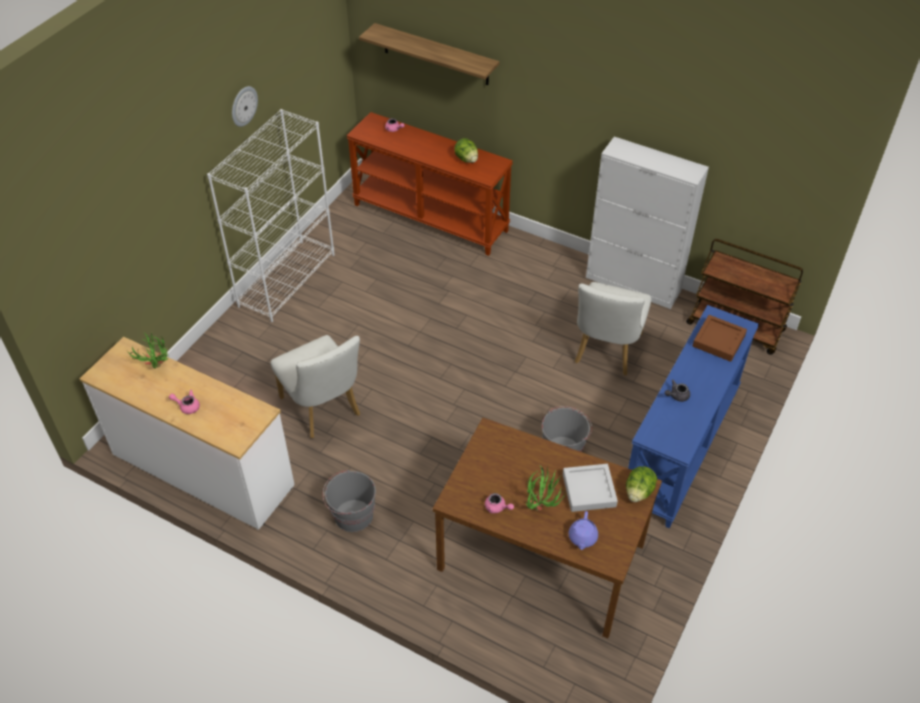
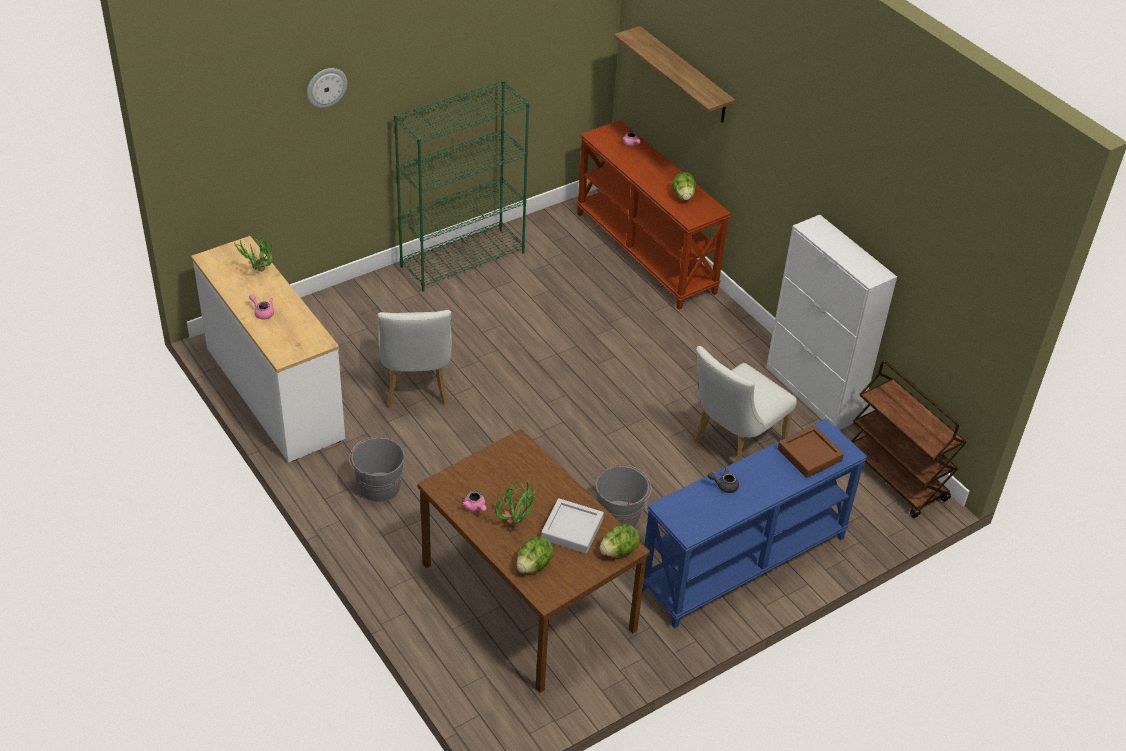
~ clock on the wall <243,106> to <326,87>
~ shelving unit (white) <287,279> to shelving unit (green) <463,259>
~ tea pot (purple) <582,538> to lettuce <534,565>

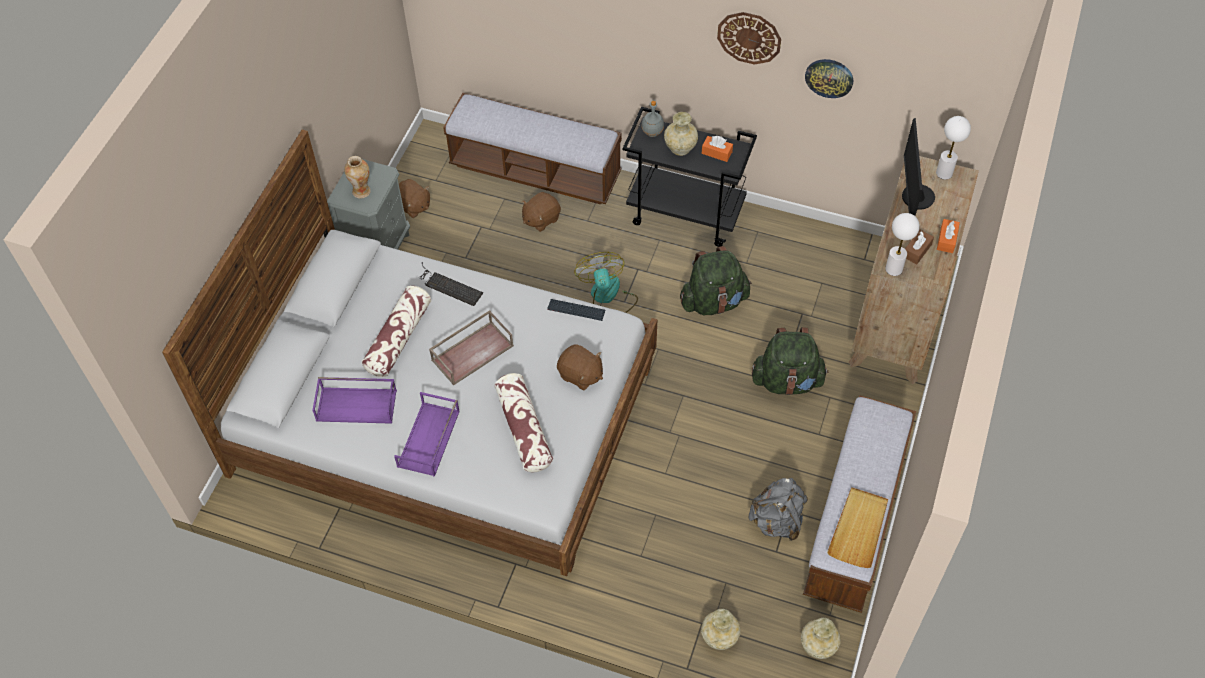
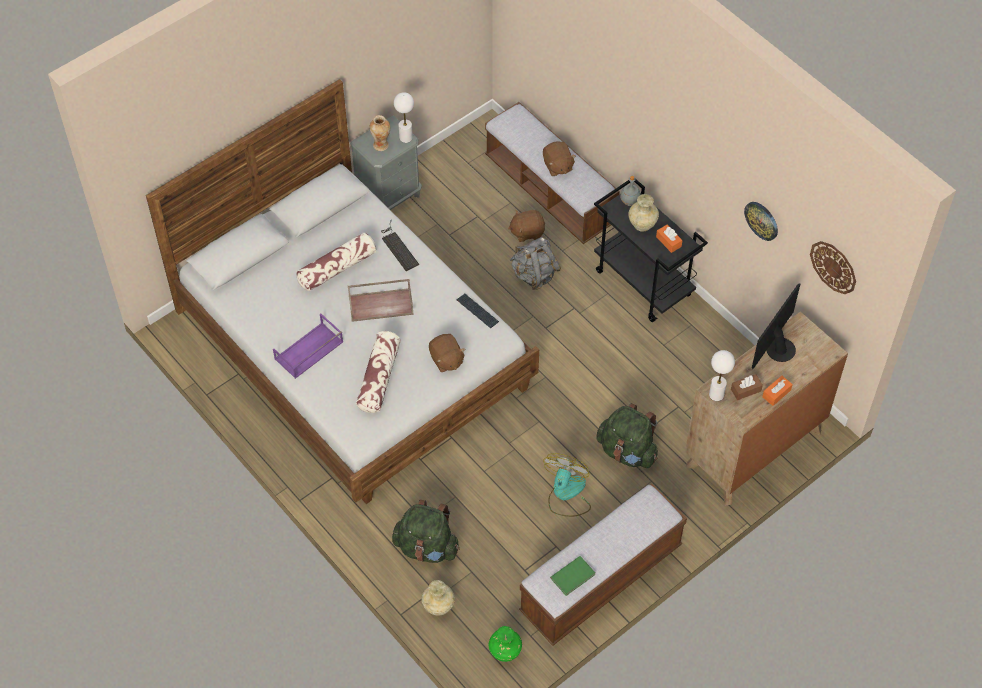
~ clock on the wall <749,37> to <833,267>
~ tabletop lamp (white) <944,173> to <406,138>
~ plush toy (brown) <413,206> to <557,166>
~ backpack (green) <714,301> to <426,547>
~ fan <607,296> to <566,494>
- tray (purple) <357,405>
~ backpack (gray) <777,521> to <534,275>
~ tray (beige) <858,528> to bound book (green) <573,577>
~ flower vase (beige) <817,647> to flower vase (green) <504,652>

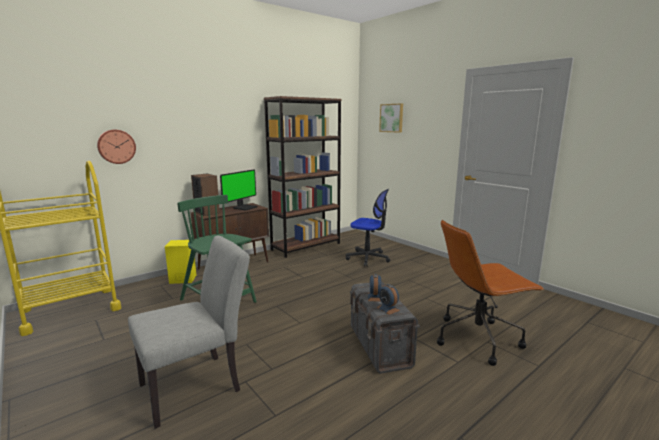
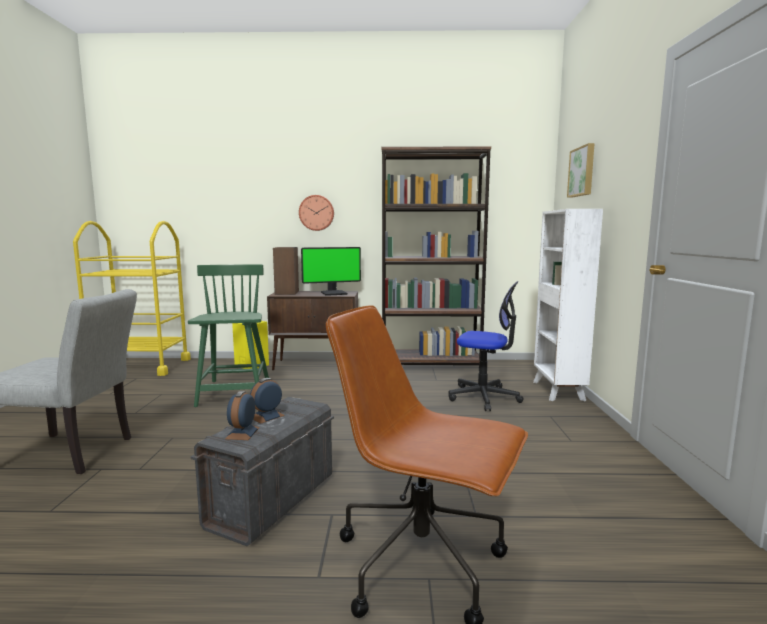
~ clock on the wall <116,146> to <316,213>
~ desk chair <368,258> = <484,397> 45 degrees counterclockwise
+ shelving unit (white) <558,391>

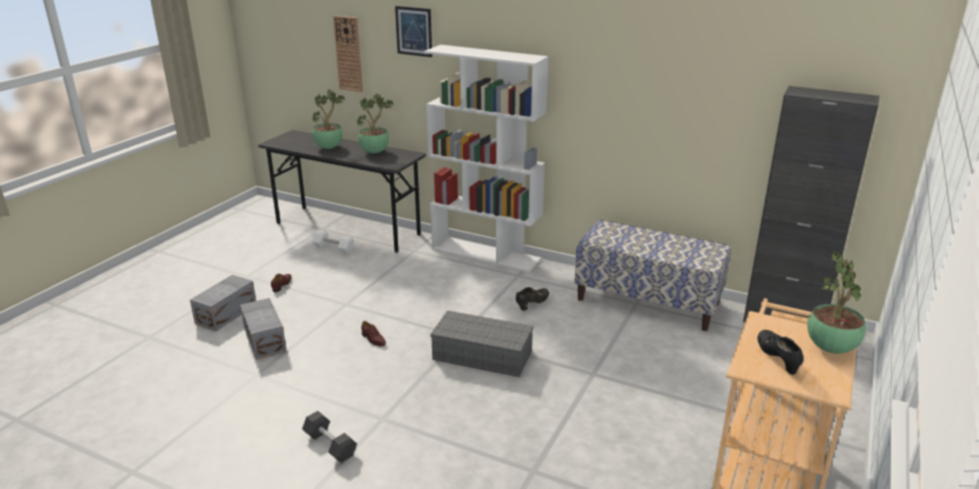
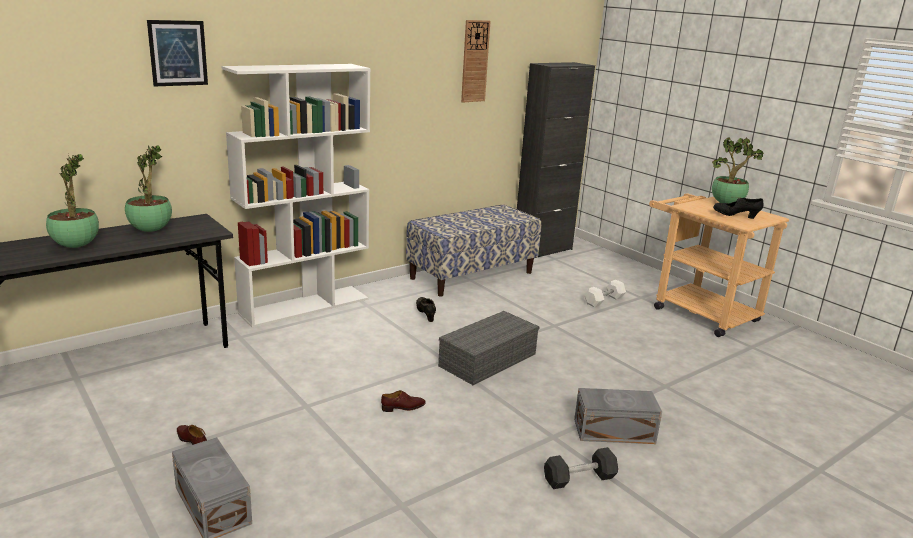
~ clock on the wall <348,54> to <474,61>
~ free weight (white) <333,248> to <604,301>
~ storage bin (gray) <265,339> to <612,430>

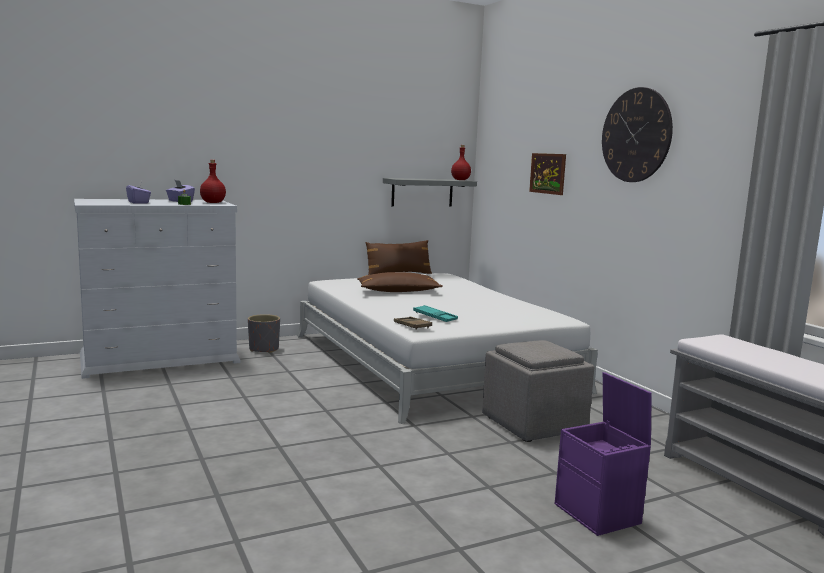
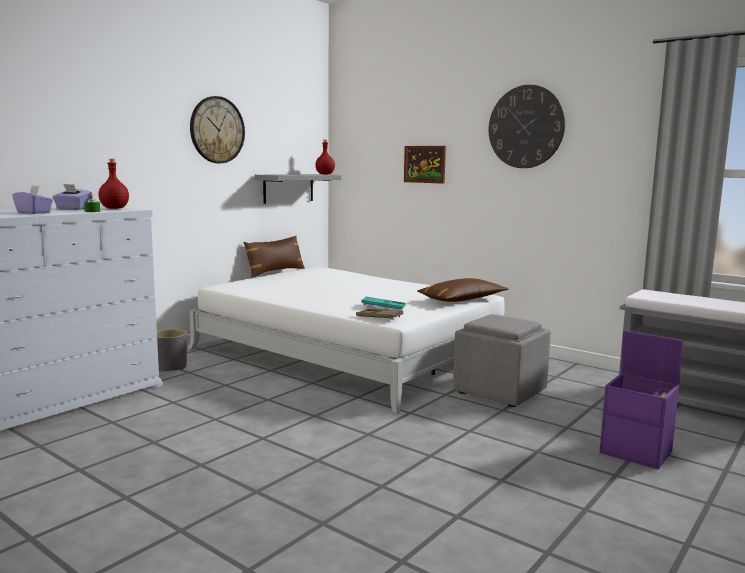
~ cushion (brown) <398,291> to <462,300>
+ clock on the wall <217,130>

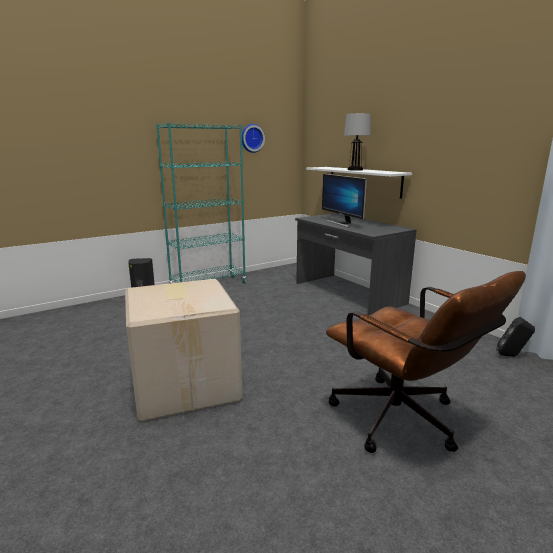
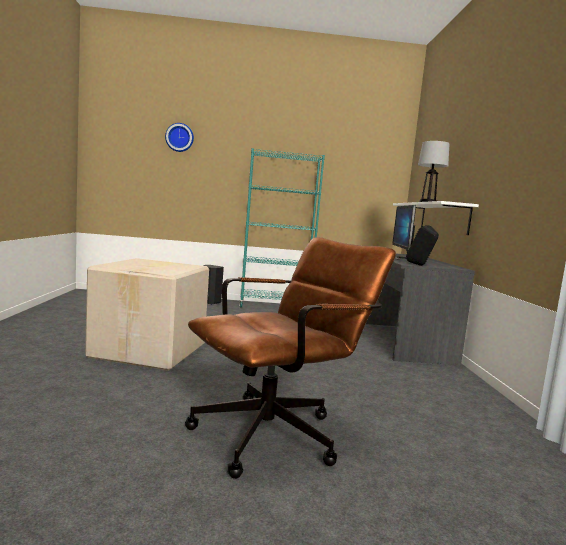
~ clock on the wall <251,138> to <180,137>
~ desk chair (brown) <404,423> = <278,432> 120 degrees counterclockwise
~ audio speaker (blackish) <512,356> to <420,265>

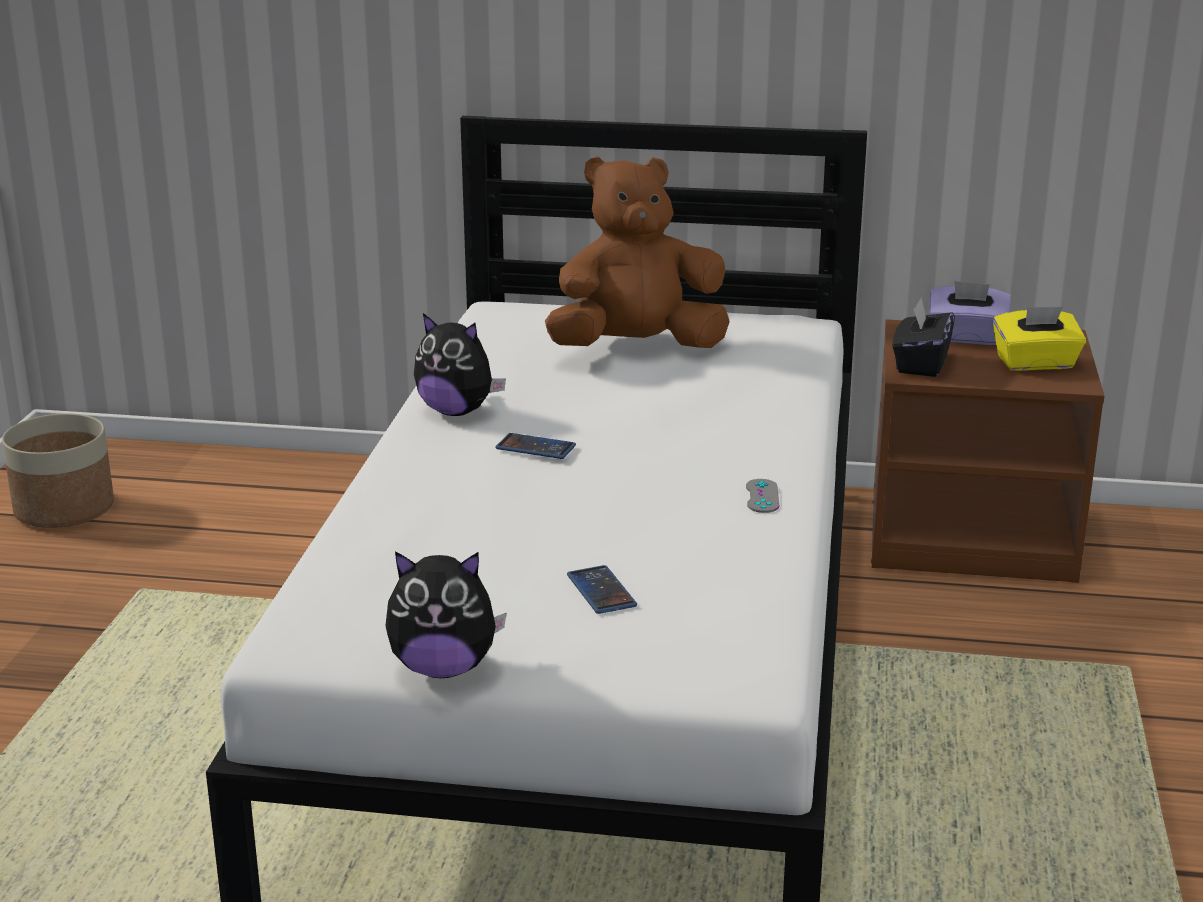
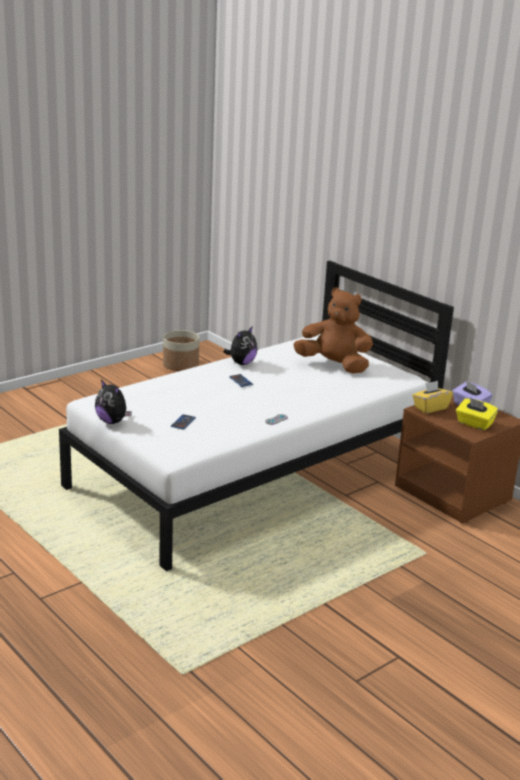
~ tissue holder (blackish) <920,364> to tissue holder (yellowish) <430,408>
~ plush toy <457,411> = <241,363> 120 degrees counterclockwise

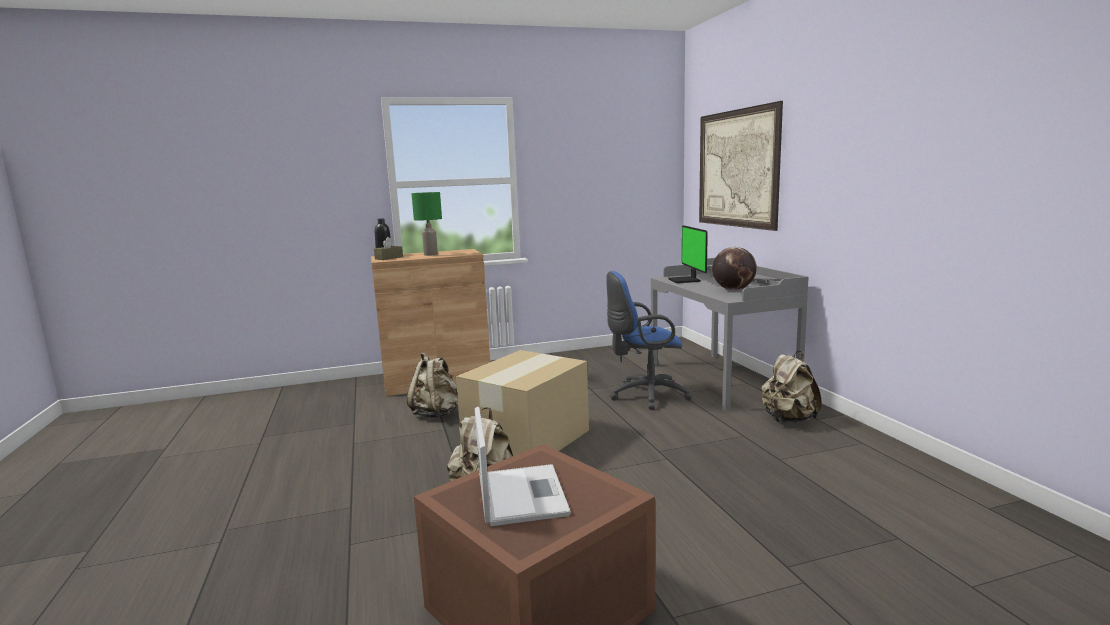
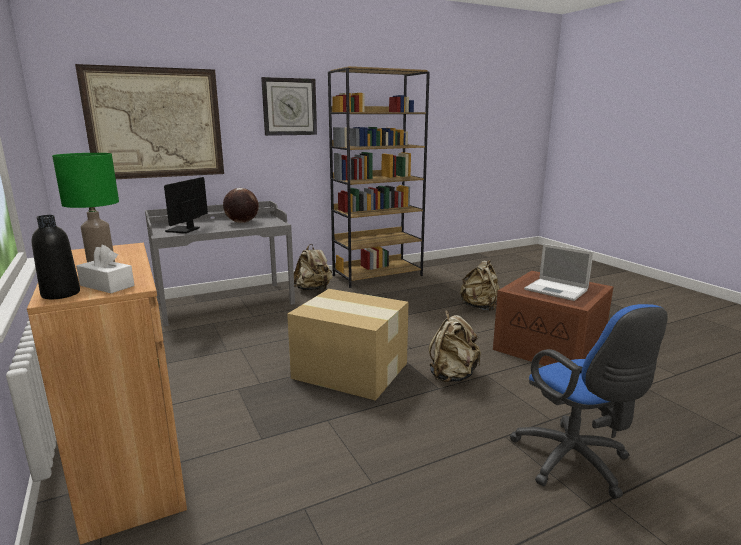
~ monitor <686,280> = <184,230> 120 degrees clockwise
~ tissue holder (brown) <389,258> to tissue holder (white) <107,285>
~ desk chair (bluish) <645,395> to <575,463>
~ backpack (beige) <437,414> to <479,307>
~ notebook computer <521,494> = <557,290> 120 degrees counterclockwise
+ shelving unit (brown) <378,275>
+ clock on the wall <289,107>

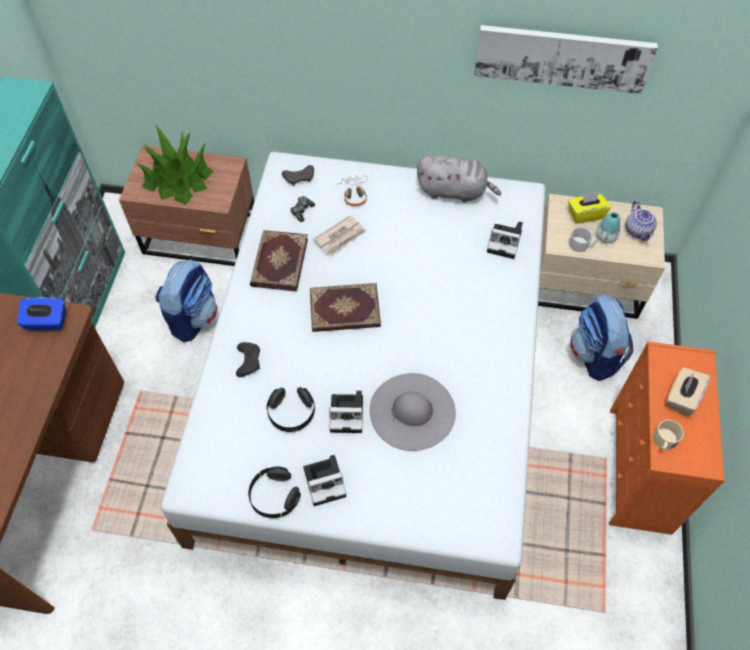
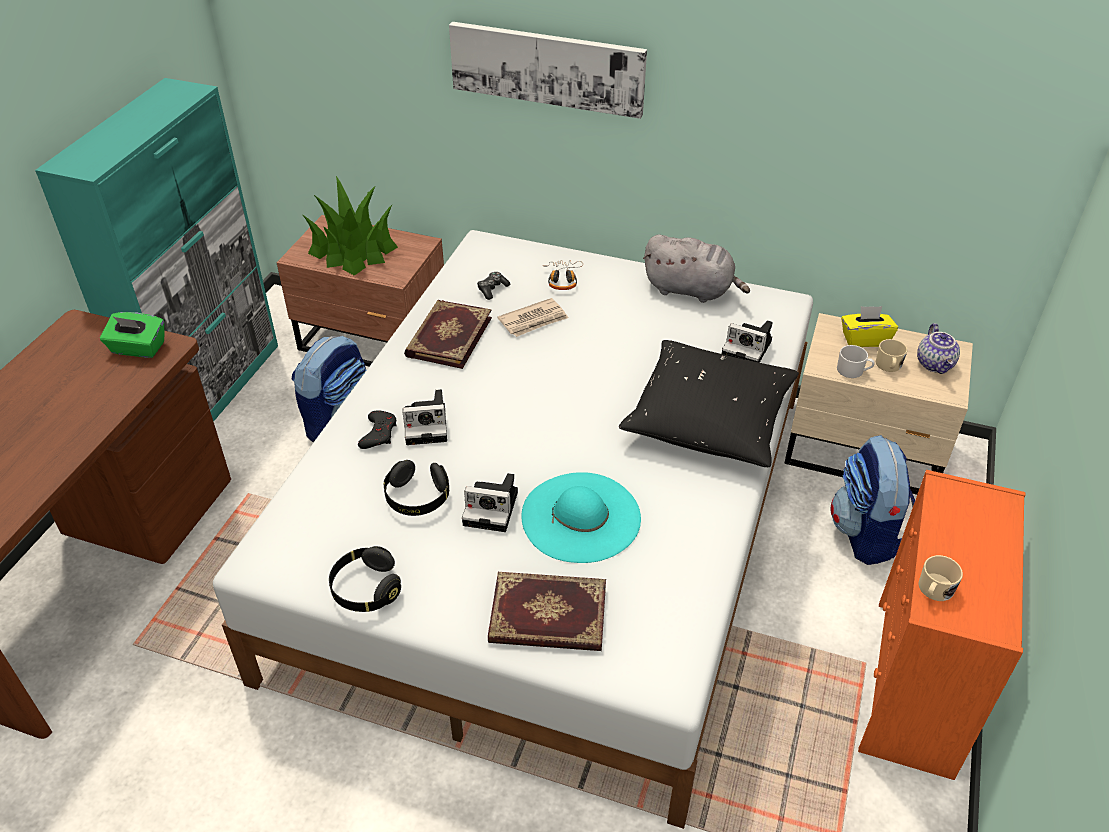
~ wall picture <562,57> to <547,67>
- gamepad (gray) <299,177>
~ flower vase <605,237> to coffee mug (beige) <888,366>
~ bound book <345,311> to <548,617>
~ tissue holder (bluish) <47,322> to tissue holder (green) <138,348>
- tissue holder (beige) <682,397>
~ clothing hat (gray) <412,411> to clothing hat (turquoise) <581,517>
~ photo camera <326,481> to <428,425>
+ cushion (blackish) <709,418>

